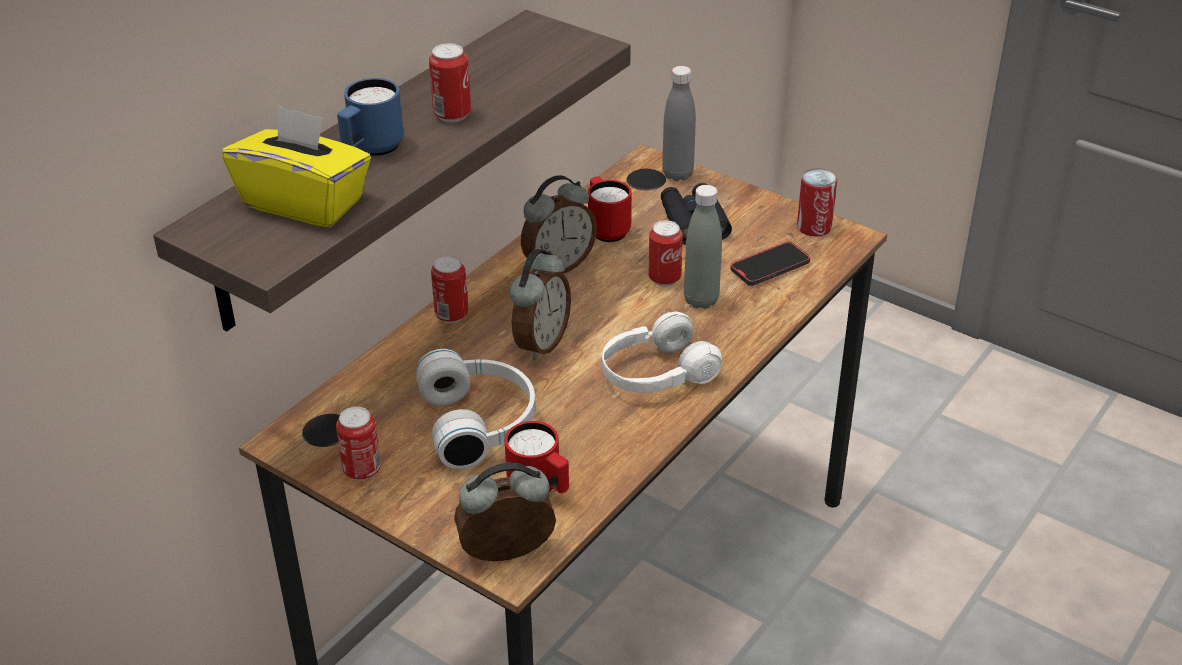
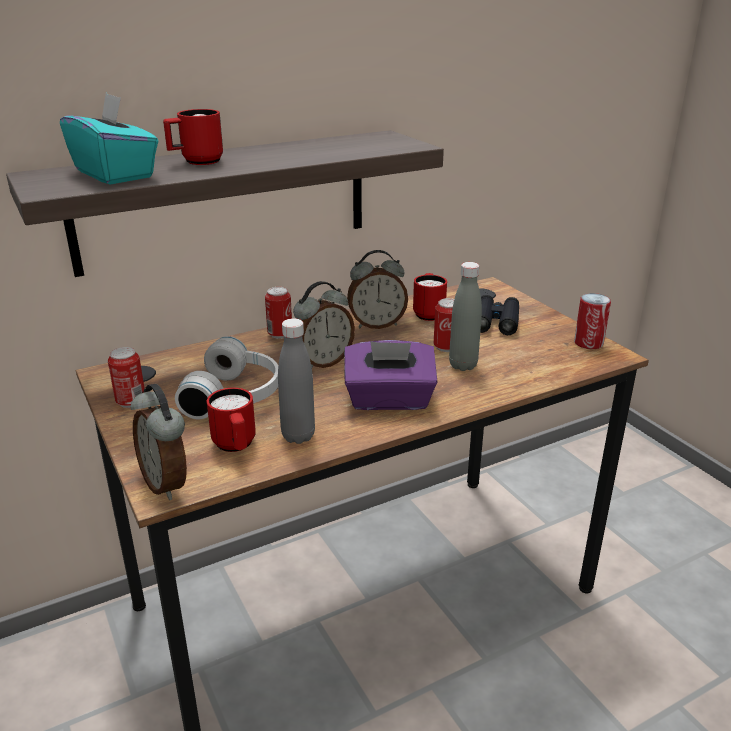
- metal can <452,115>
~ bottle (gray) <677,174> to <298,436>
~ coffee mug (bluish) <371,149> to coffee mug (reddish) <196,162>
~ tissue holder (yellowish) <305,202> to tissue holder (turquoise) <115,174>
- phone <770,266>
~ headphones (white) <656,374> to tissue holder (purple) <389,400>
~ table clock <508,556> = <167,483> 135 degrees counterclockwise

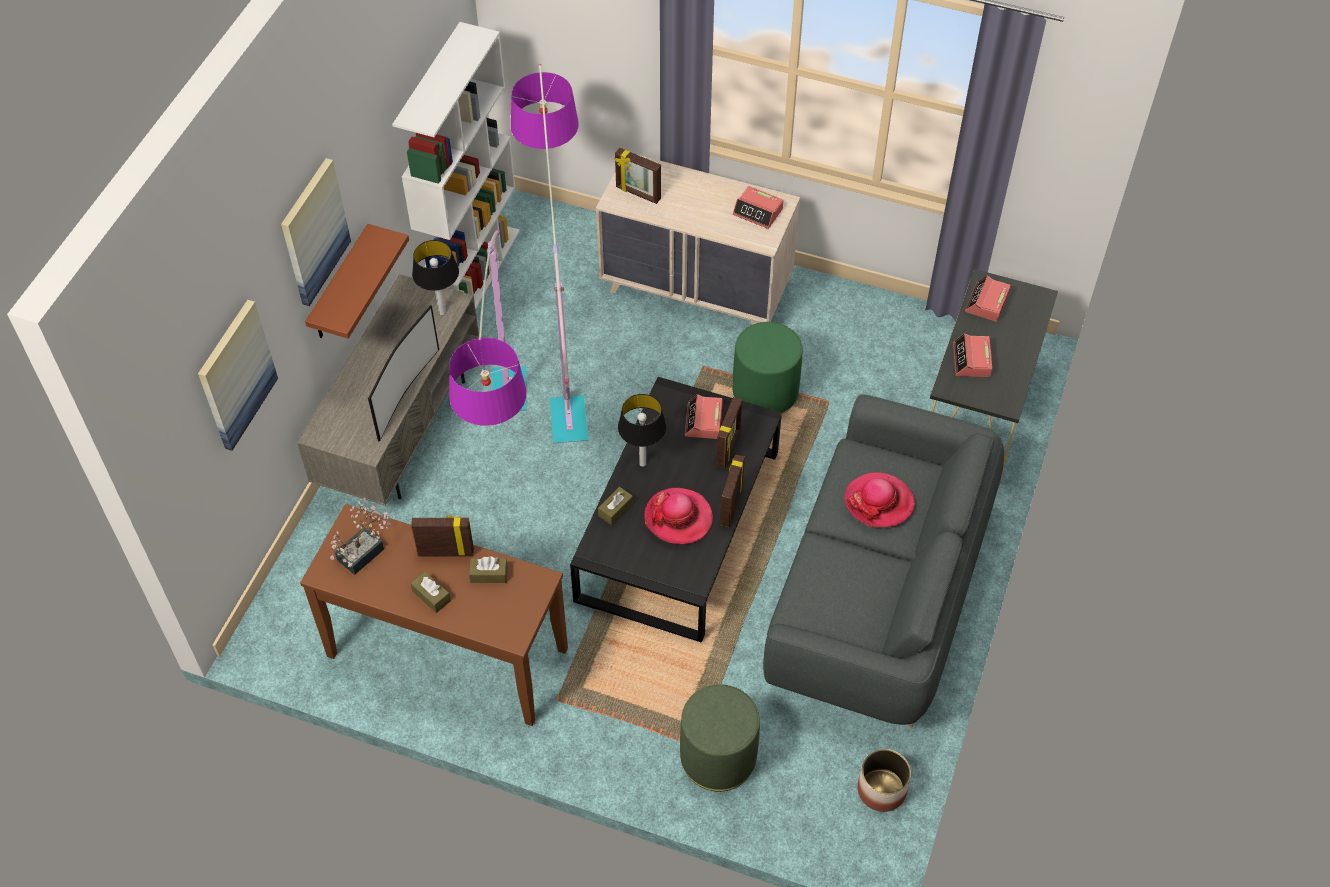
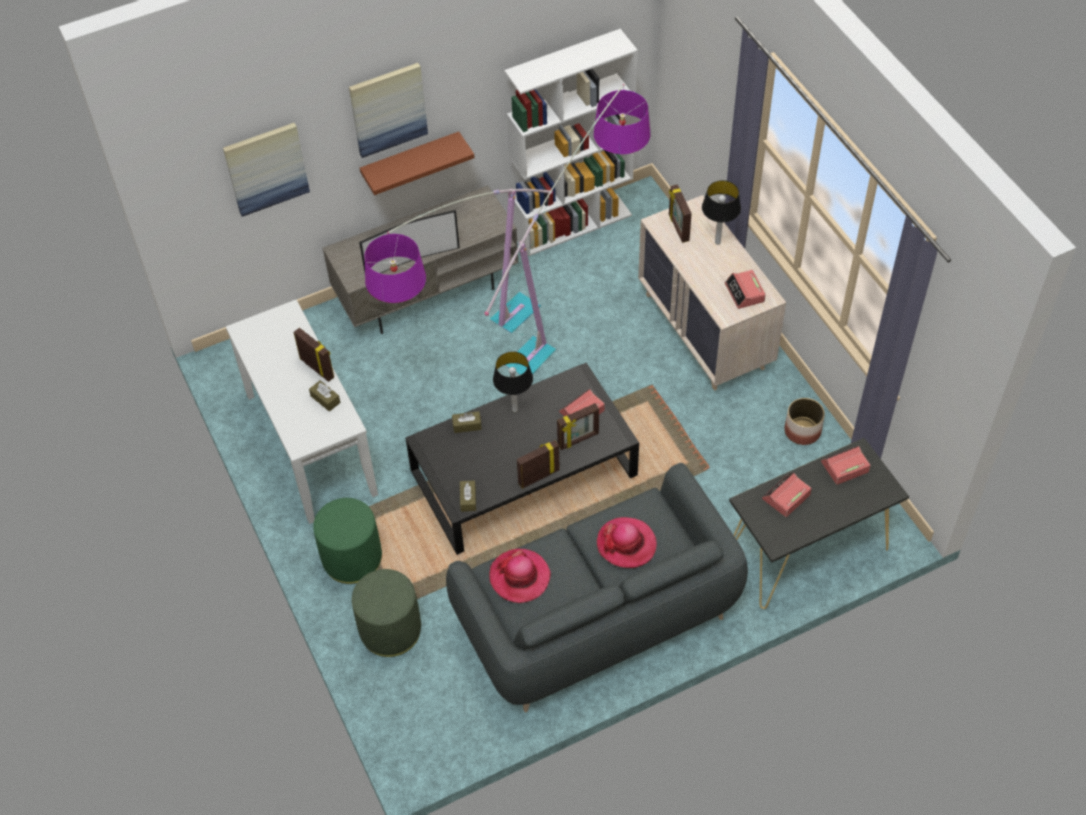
~ tabletop lamp <442,313> to <717,242>
~ footrest (green) <765,393> to <352,558>
~ clothing hat <678,518> to <519,577>
- potted plant <365,551>
~ console table (brown) <447,653> to console table (white) <310,444>
~ tissue holder (brown) <431,596> to <468,499>
~ plant pot <881,790> to <802,431>

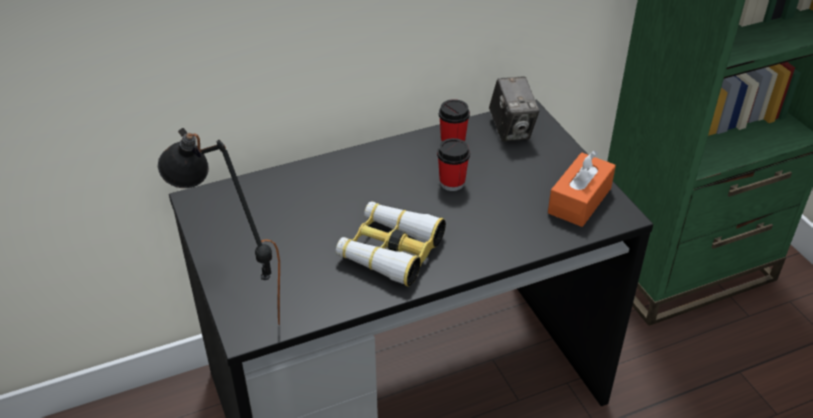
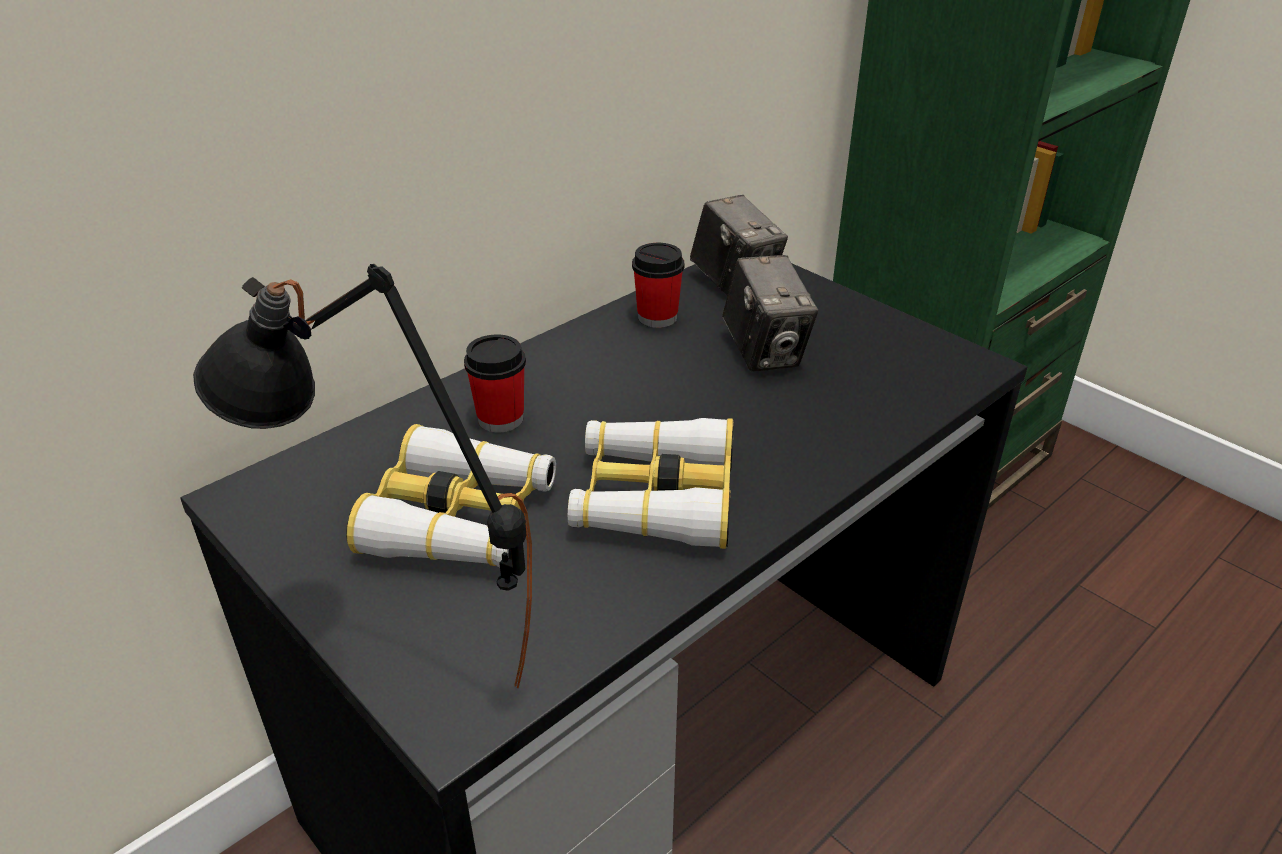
~ drinking cup <452,183> to <500,419>
- tissue holder (orange-coloured) <579,200>
+ photo camera <764,353>
+ pair of binoculars <461,519>

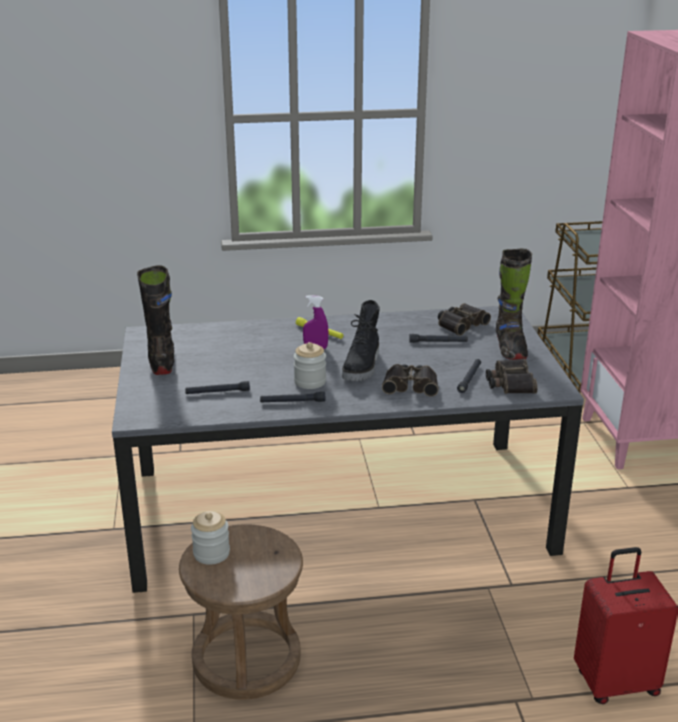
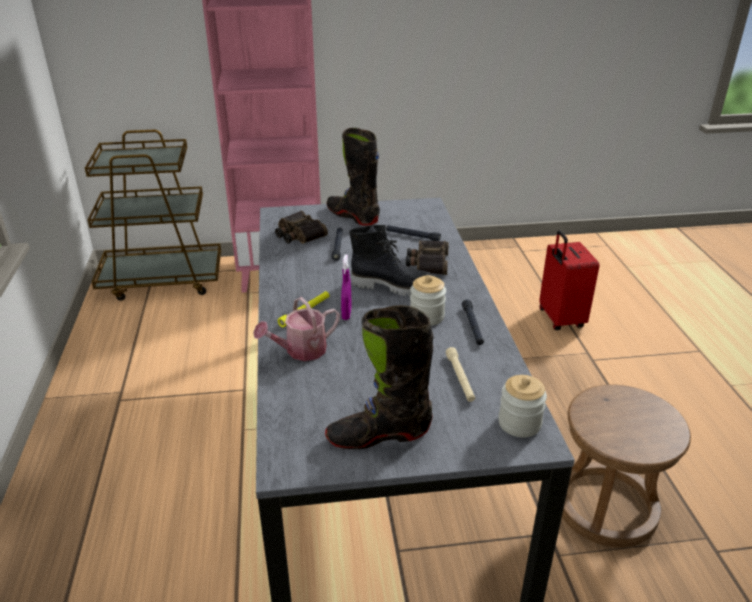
~ boot (blackish) <510,348> = <353,216> 135 degrees counterclockwise
- pair of binoculars <510,383>
~ hand torch (blackish) <217,392> to hand torch (beige) <460,378>
~ jar <211,553> to <519,423>
+ watering pot <301,351>

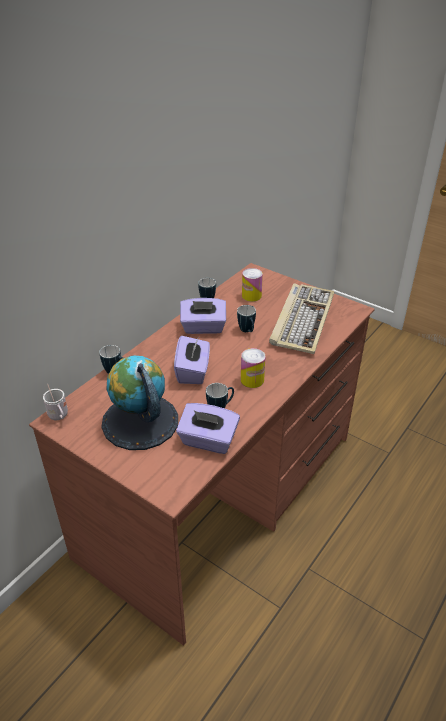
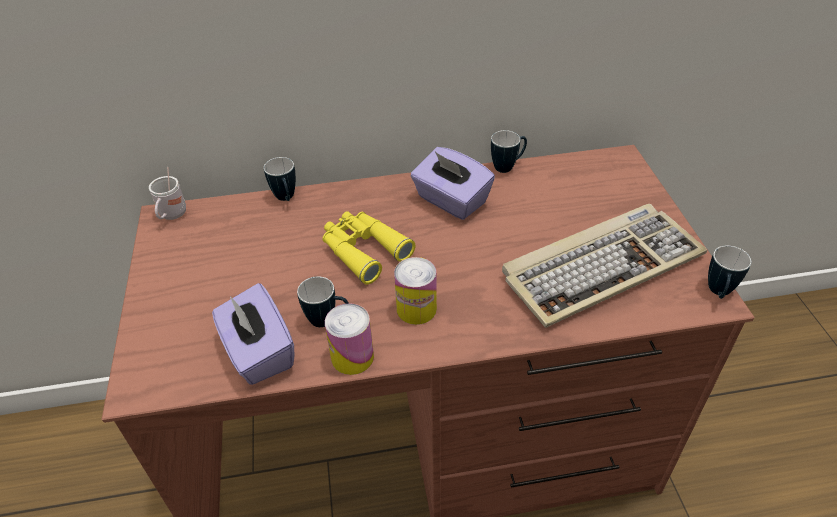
~ metal can <251,296> to <352,357>
~ coffee mug <247,331> to <718,293>
~ tissue holder (purple) <193,371> to pair of binoculars (yellowish) <363,250>
- globe <140,422>

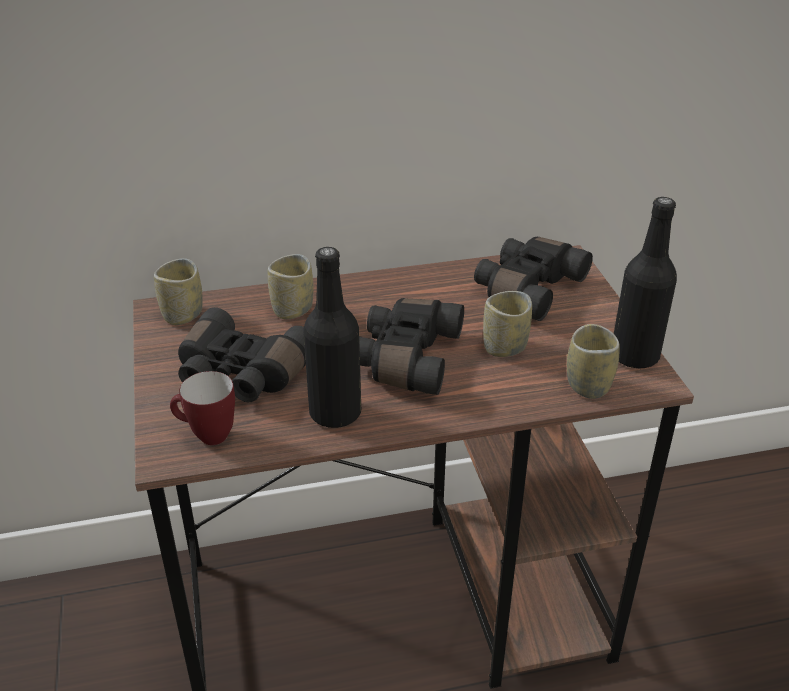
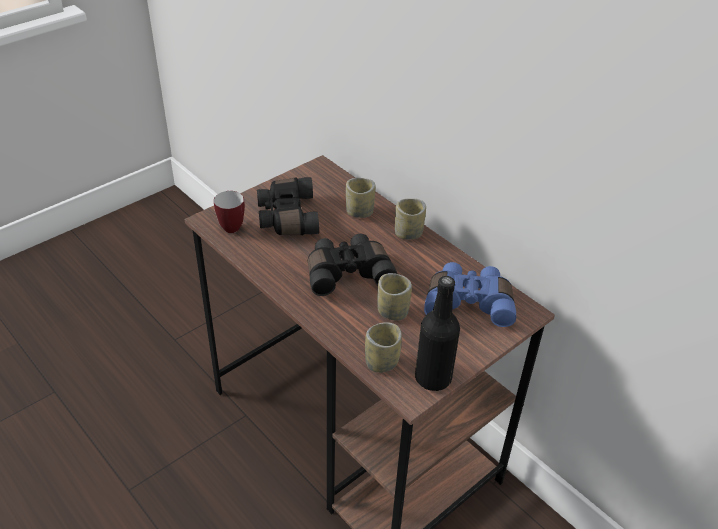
~ pair of binoculars (blackish) <526,289> to pair of binoculars (bluish) <469,302>
- bottle (blackish) <335,413>
~ drinking cup <182,314> to <408,233>

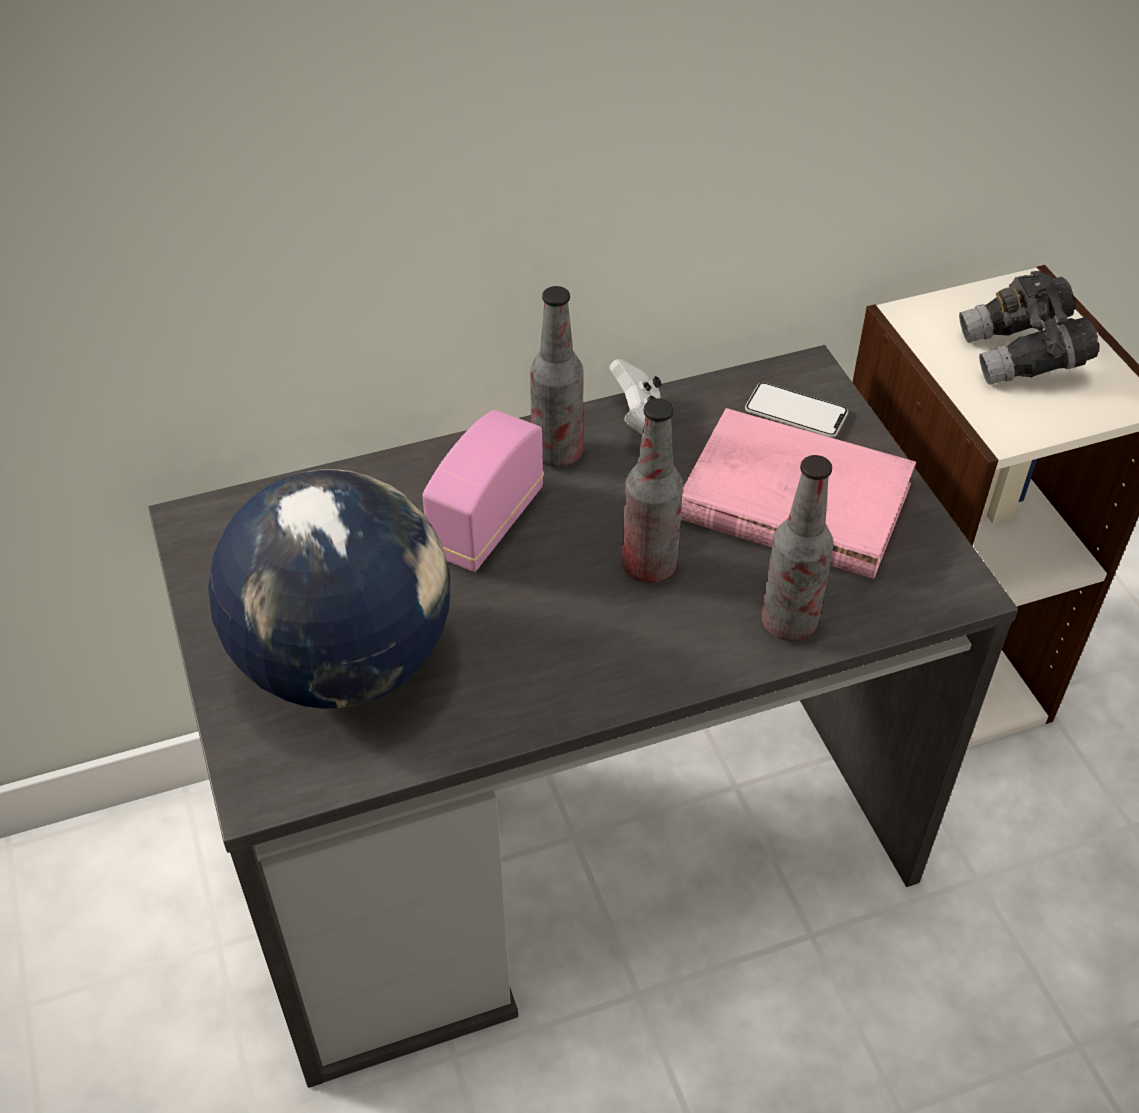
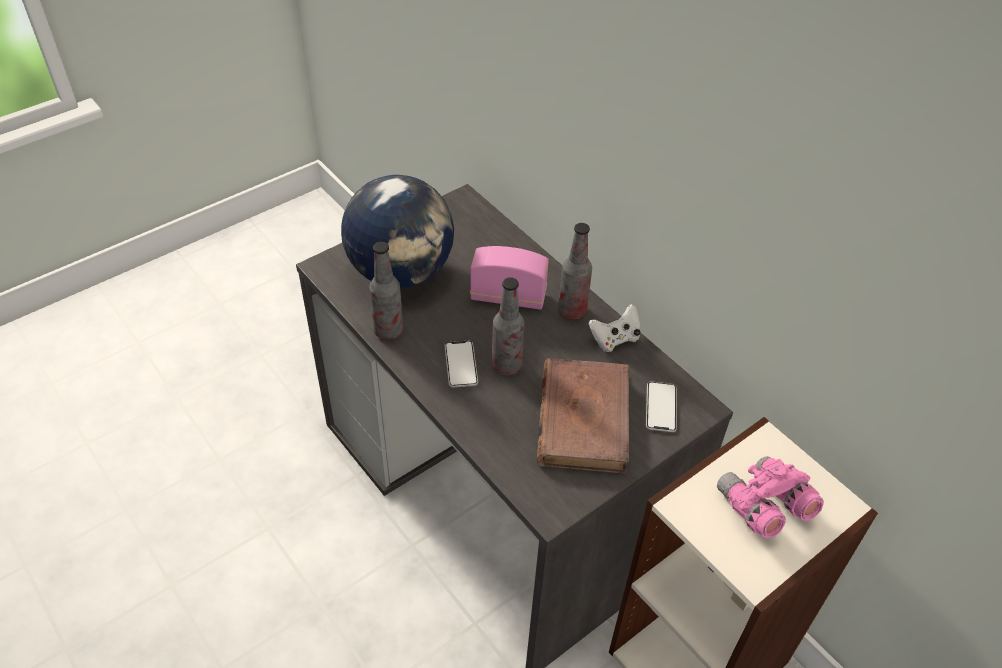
~ pair of binoculars (gray) <1022,356> to pair of binoculars (pinkish) <763,508>
~ bound book (pinkish) <792,502> to bound book (brown) <583,418>
~ bottle <789,622> to <388,330>
+ phone <461,364>

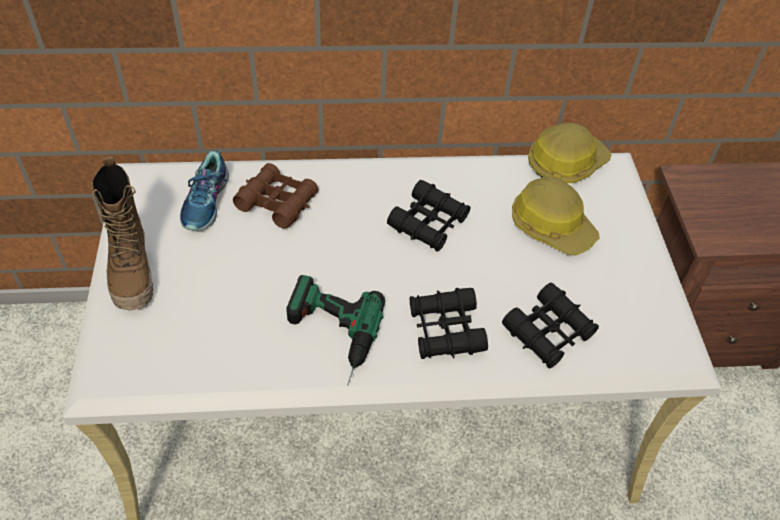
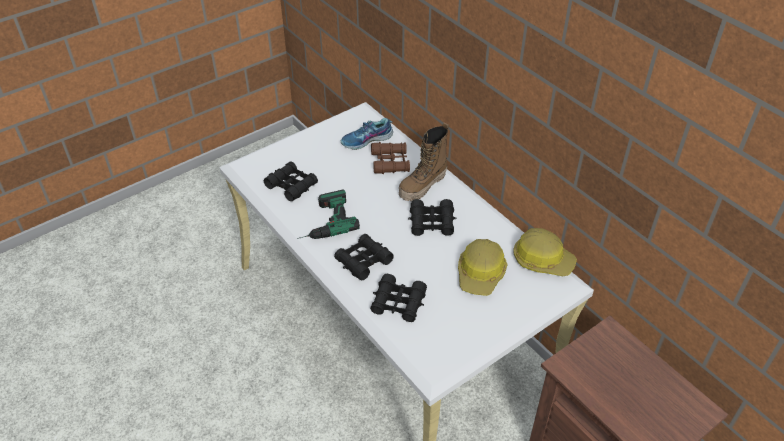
~ boot <132,272> to <423,186>
+ pair of binoculars (blackish) <291,185>

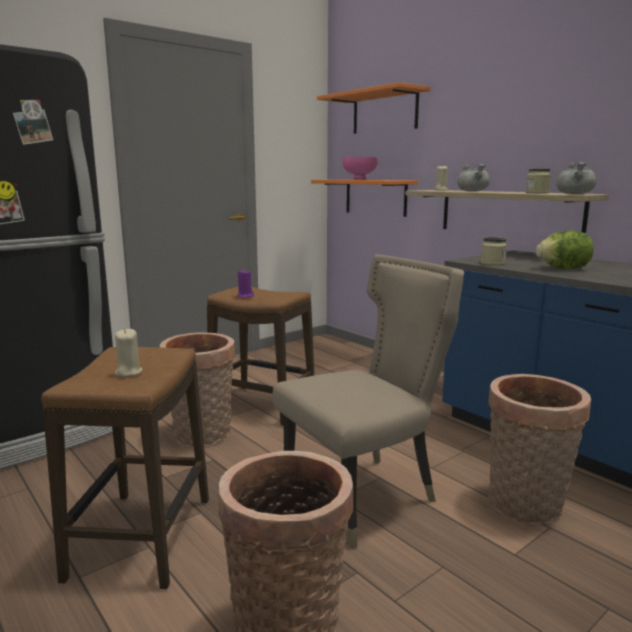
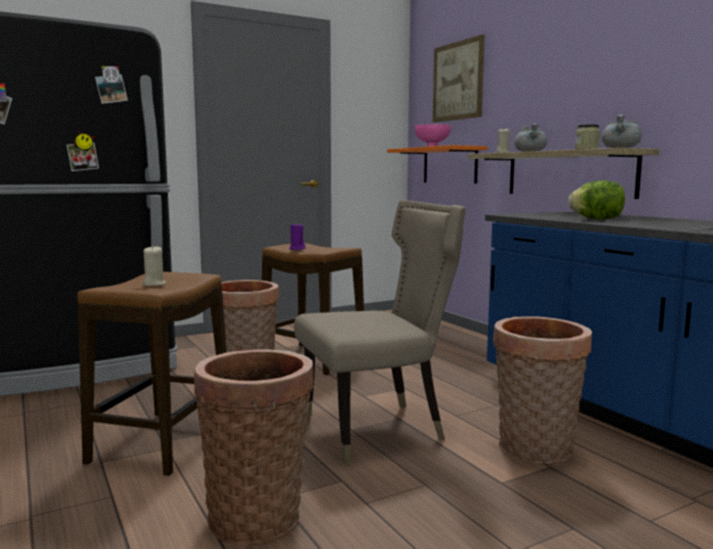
~ shelf (orange-coloured) <384,112> to wall picture <458,81>
- jar <492,263>

